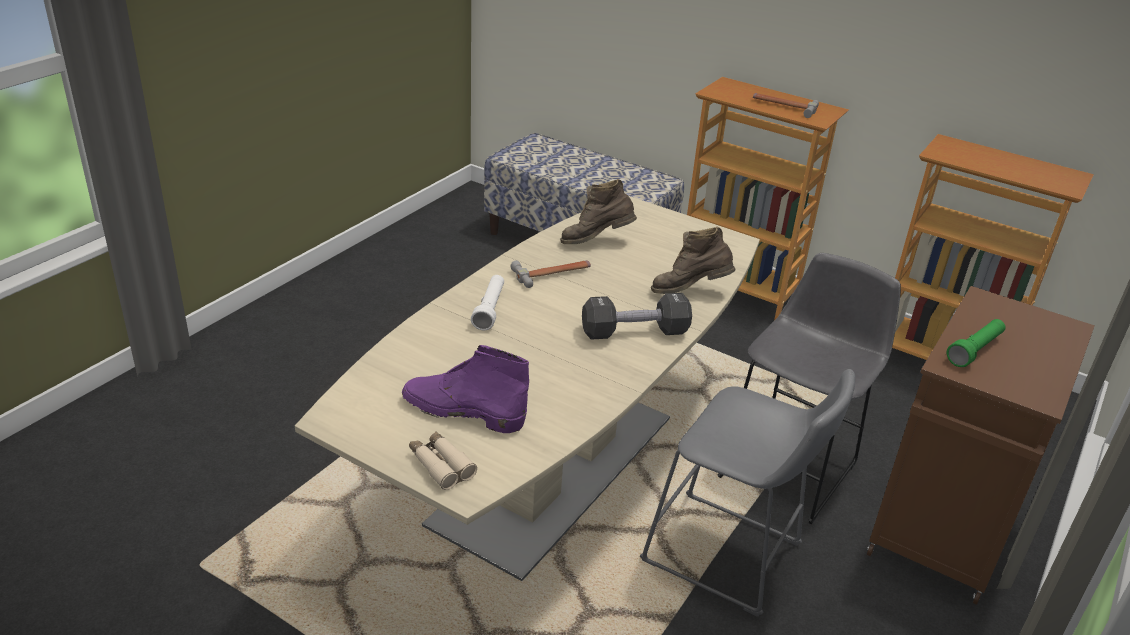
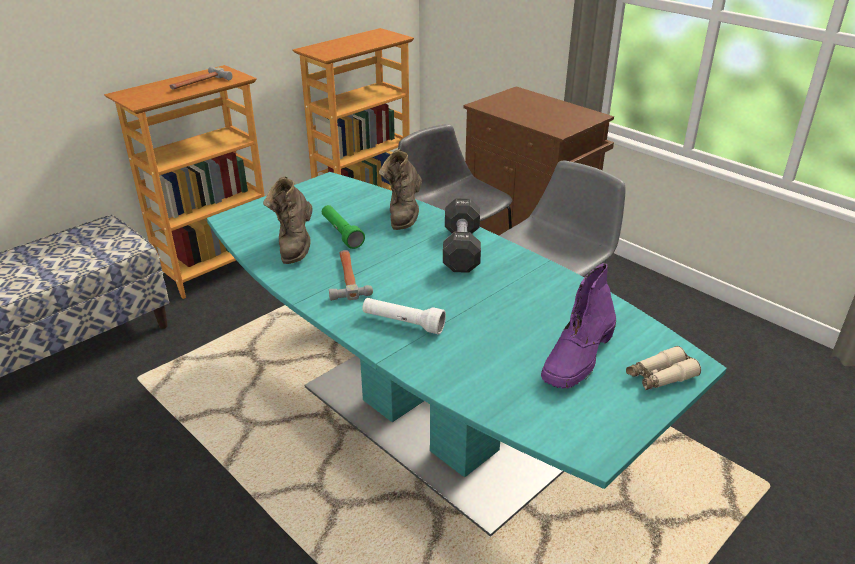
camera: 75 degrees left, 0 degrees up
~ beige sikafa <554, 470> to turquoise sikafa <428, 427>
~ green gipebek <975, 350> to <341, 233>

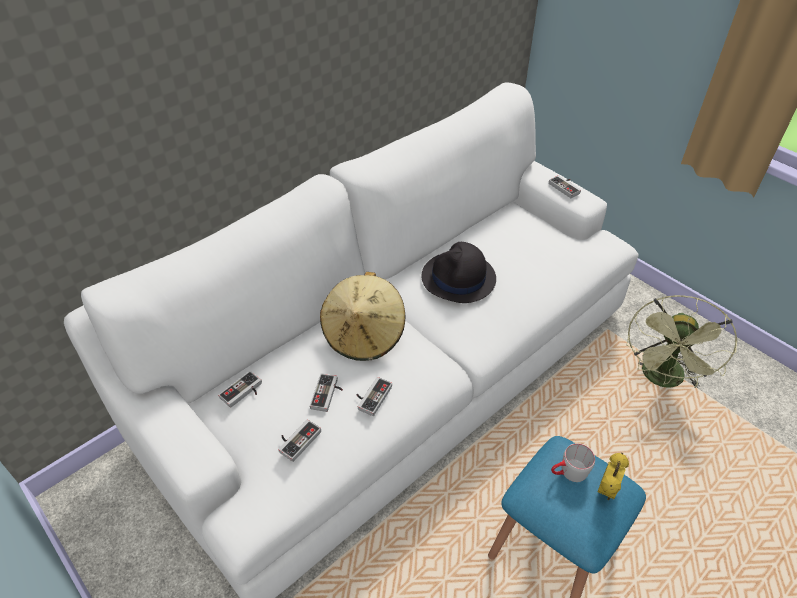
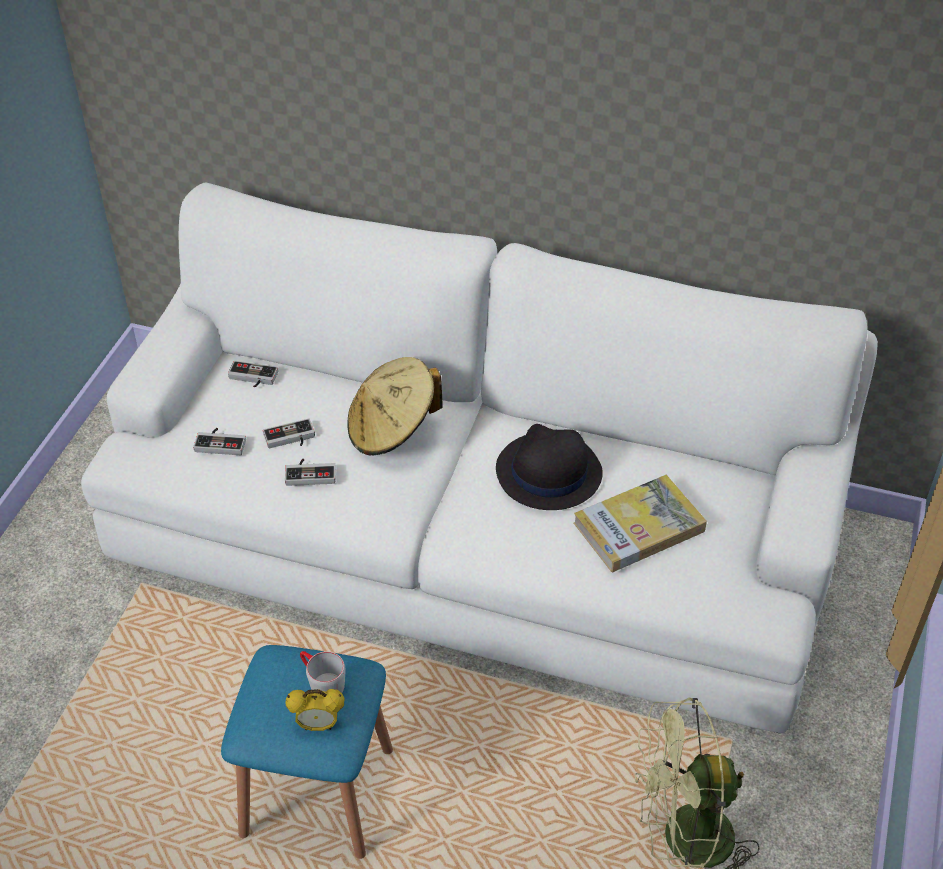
camera: 60 degrees right, 0 degrees up
- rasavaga <566, 187>
+ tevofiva <639, 527>

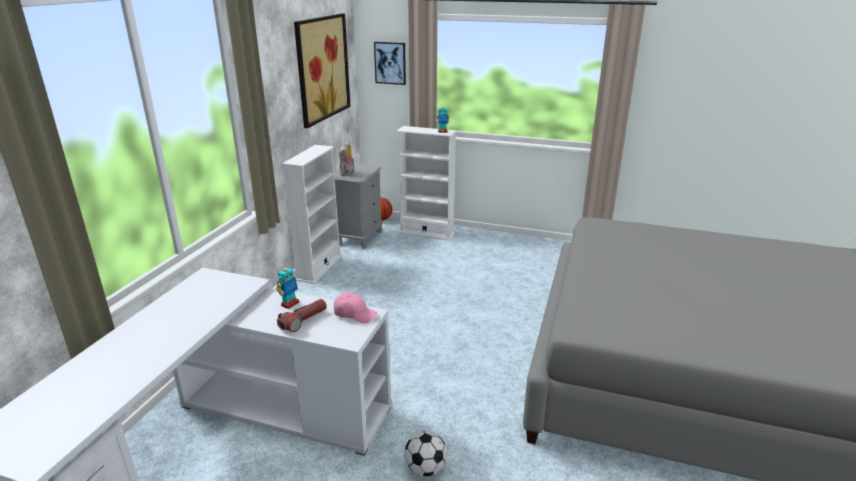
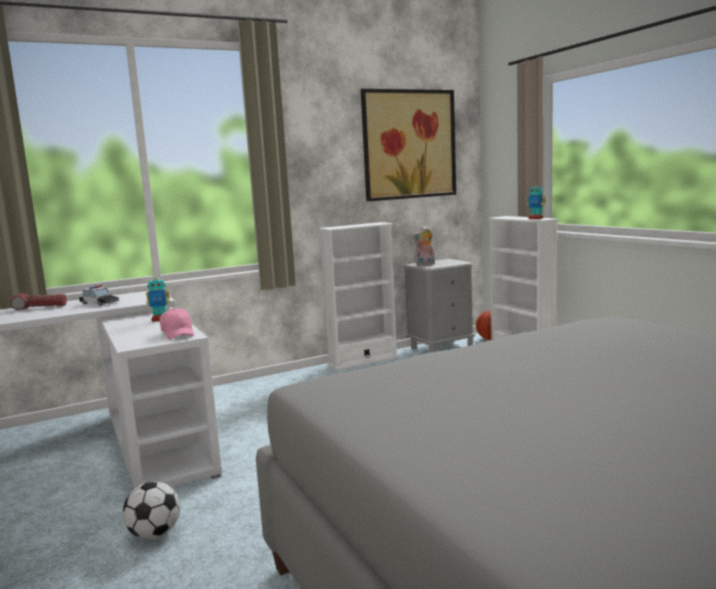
camera: 45 degrees right, 15 degrees down
- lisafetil <390, 63>
~ gipebek <303, 321> to <39, 308>
+ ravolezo <99, 303>

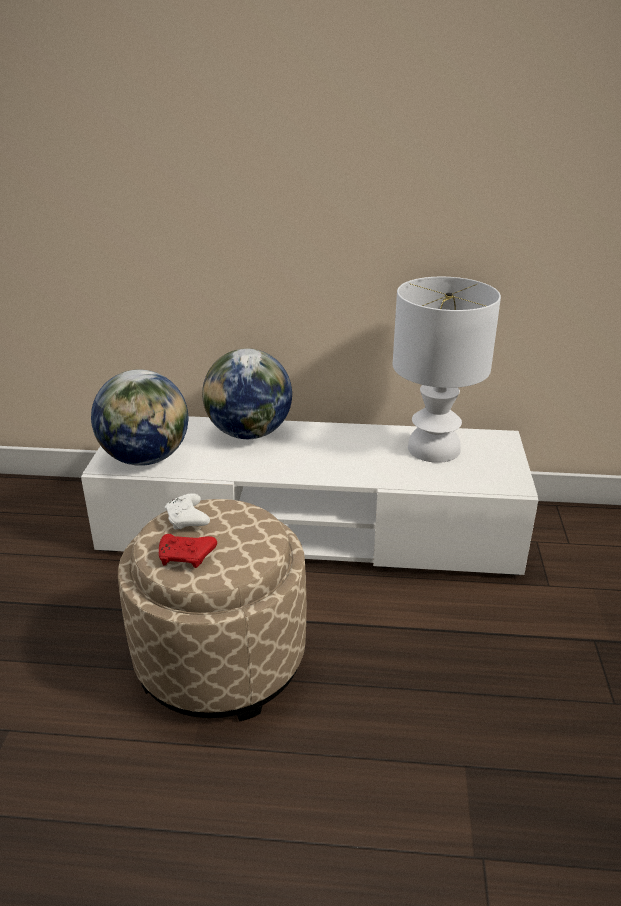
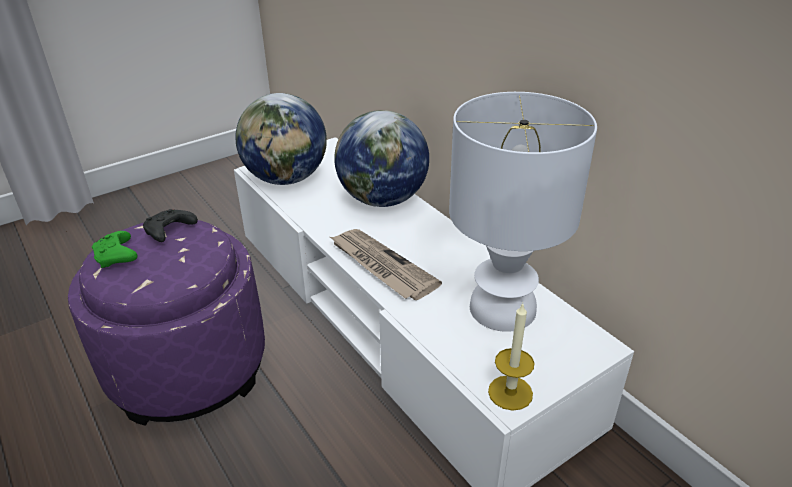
camera: 50 degrees right, 5 degrees up
~ white rasavaga <188, 520> to black rasavaga <169, 232>
~ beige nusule <220, 659> to purple nusule <188, 368>
~ red rasavaga <187, 557> to green rasavaga <117, 257>
+ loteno <381, 266>
+ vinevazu <510, 392>

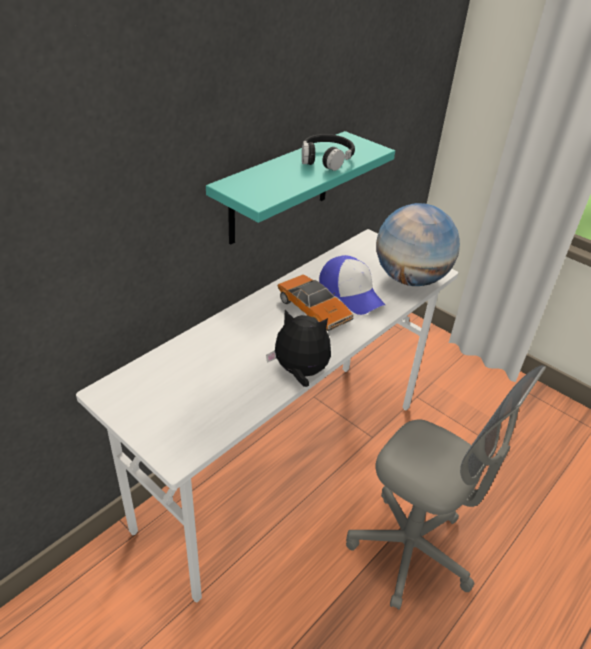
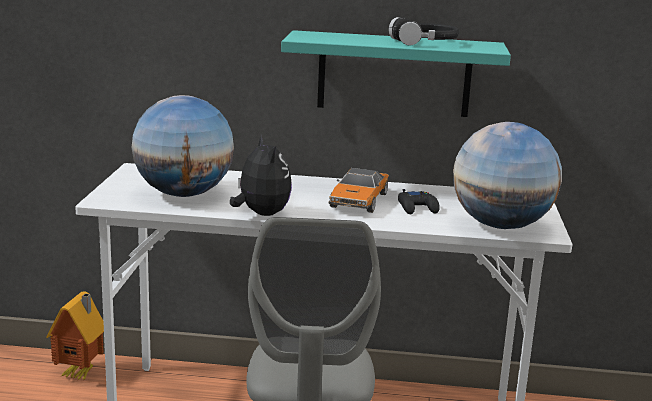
camera: 55 degrees right, 20 degrees down
~ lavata <351, 293> to black rasavaga <417, 208>
+ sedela <183, 194>
+ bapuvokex <81, 374>

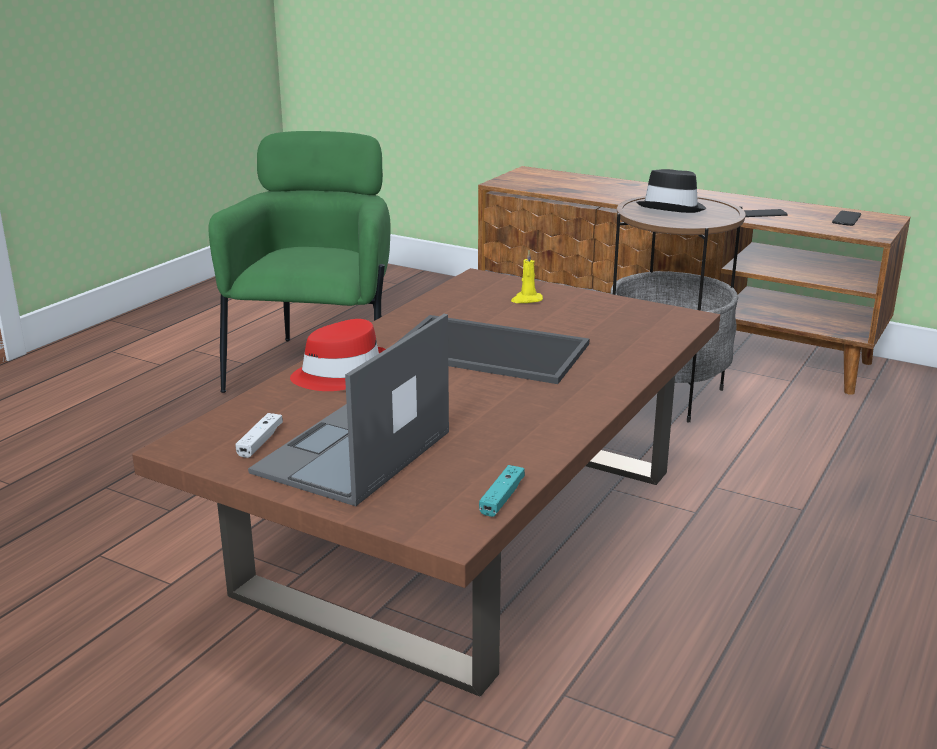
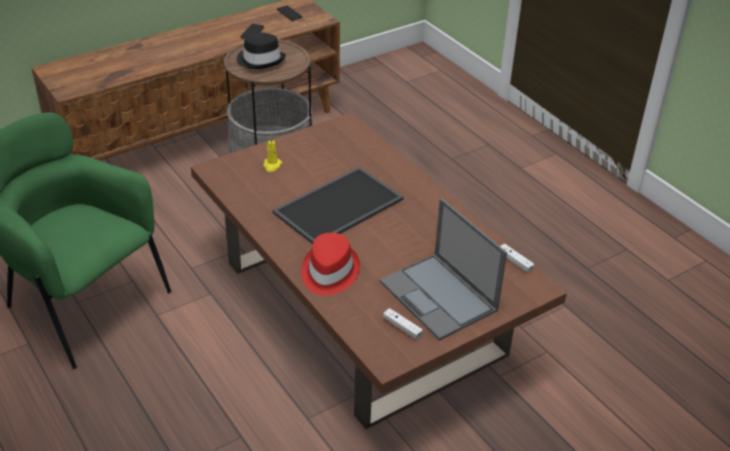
camera: 65 degrees left, 15 degrees up
~ turquoise rasavaga <502, 498> to white rasavaga <515, 261>

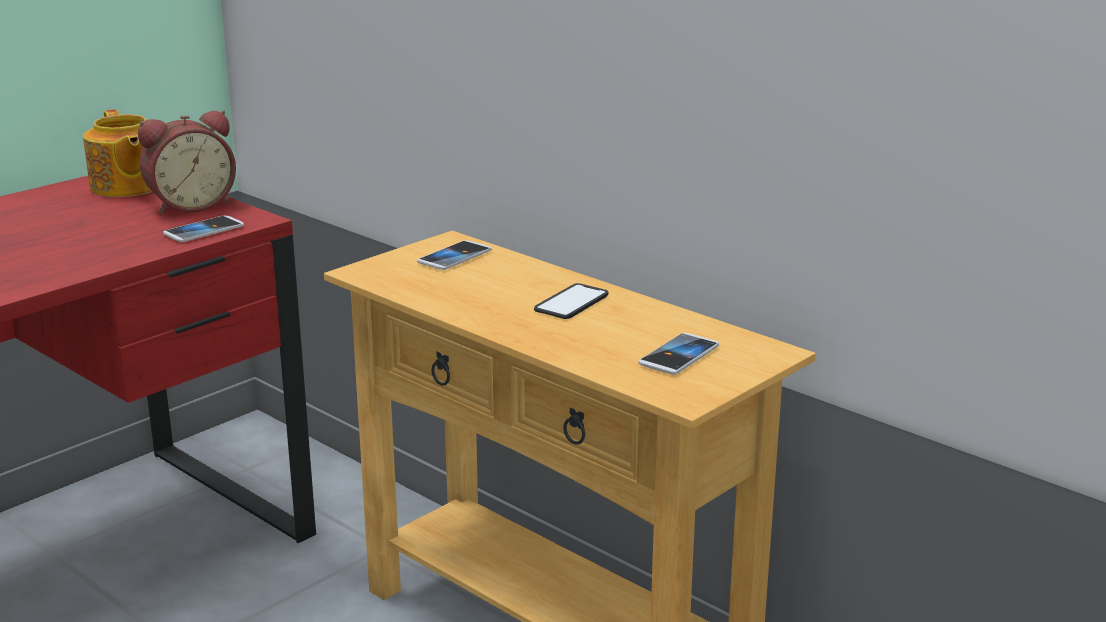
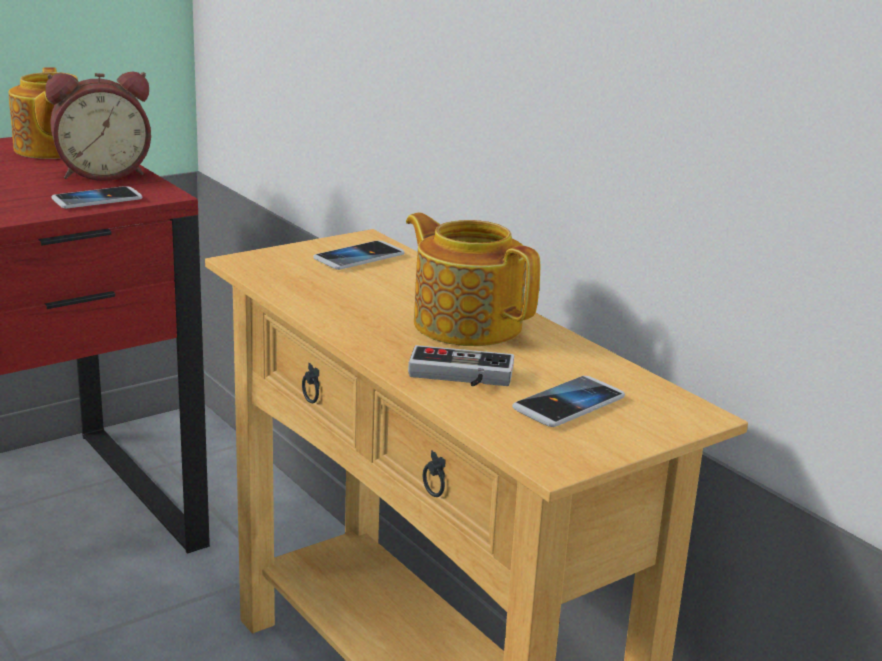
camera: 10 degrees right, 0 degrees up
~ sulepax <571, 303> to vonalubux <466, 323>
+ rasavaga <460, 377>

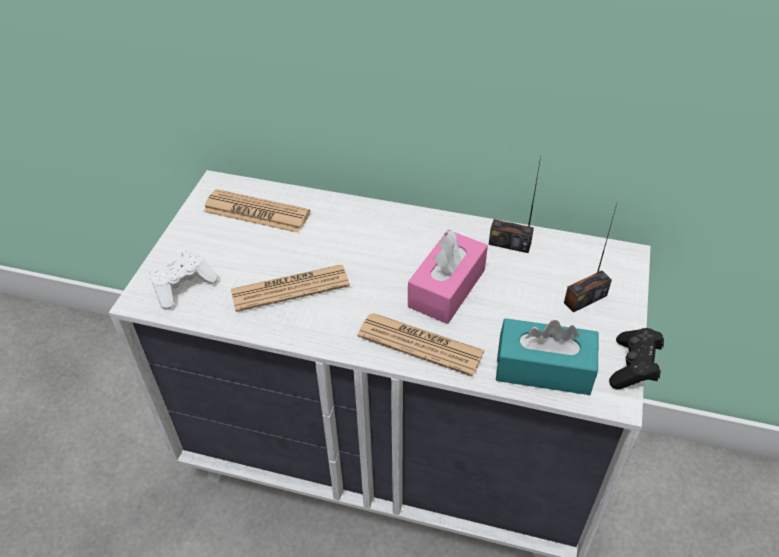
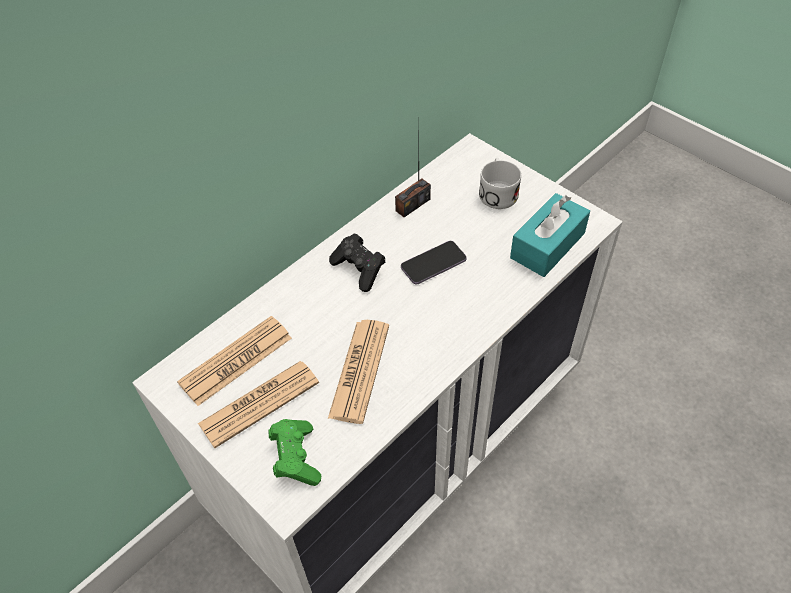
camera: 60 degrees left, 5 degrees up
~ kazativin <585, 299> to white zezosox <497, 192>
~ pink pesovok <447, 288> to sulepax <433, 264>
~ white rasavaga <183, 286> to green rasavaga <296, 458>
~ loteno <420, 344> to <259, 403>
~ black rasavaga <633, 367> to <359, 269>

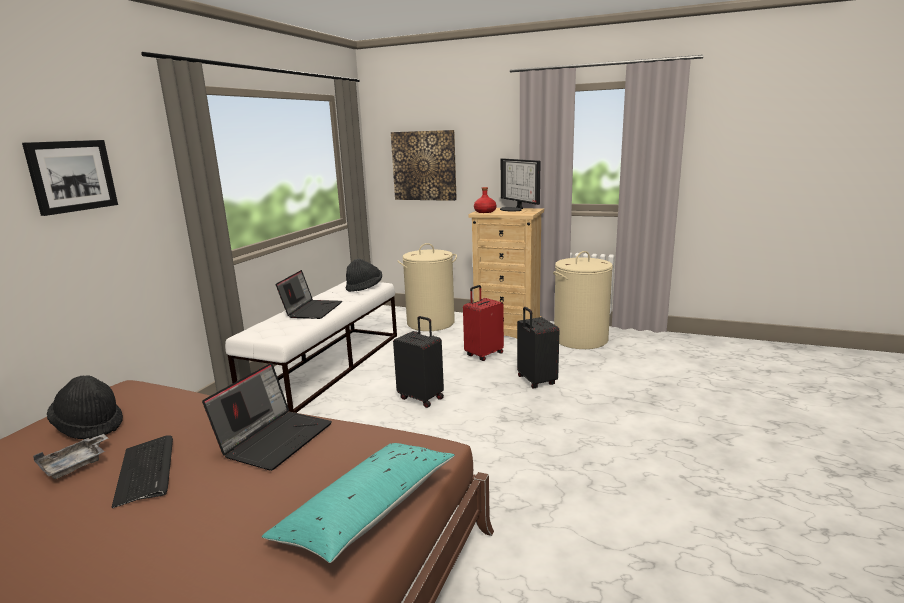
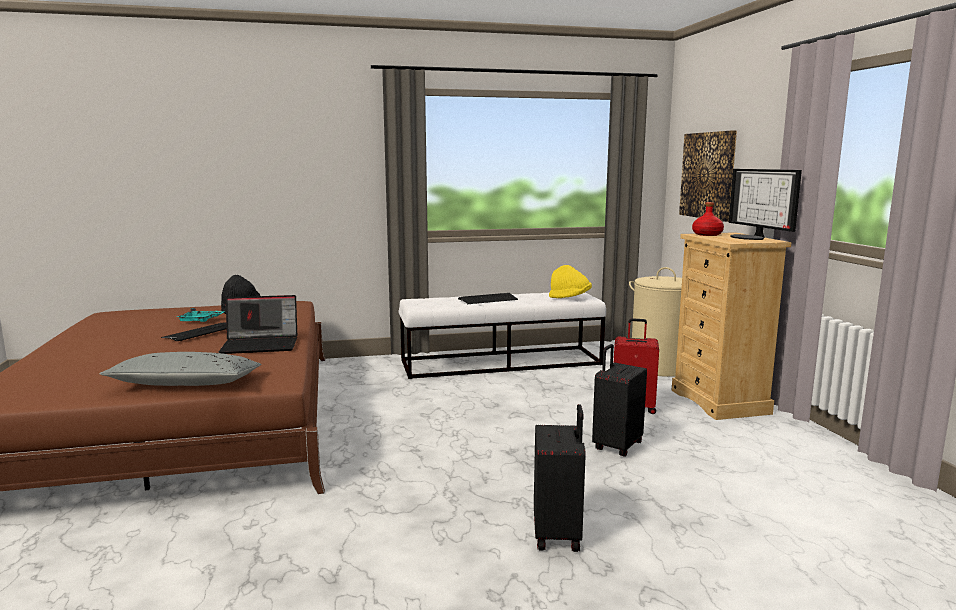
camera: 55 degrees right, 5 degrees down
- lisafetil <71, 176>
~ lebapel <513, 209> = <751, 237> 45 degrees counterclockwise
- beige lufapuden <580, 339>
~ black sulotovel <364, 287> to yellow sulotovel <570, 298>
~ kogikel <312, 310> to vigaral <488, 300>
~ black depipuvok <422, 398> to <558, 534>
~ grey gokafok <76, 464> to turquoise gokafok <200, 321>
~ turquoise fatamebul <367, 511> to grey fatamebul <186, 384>

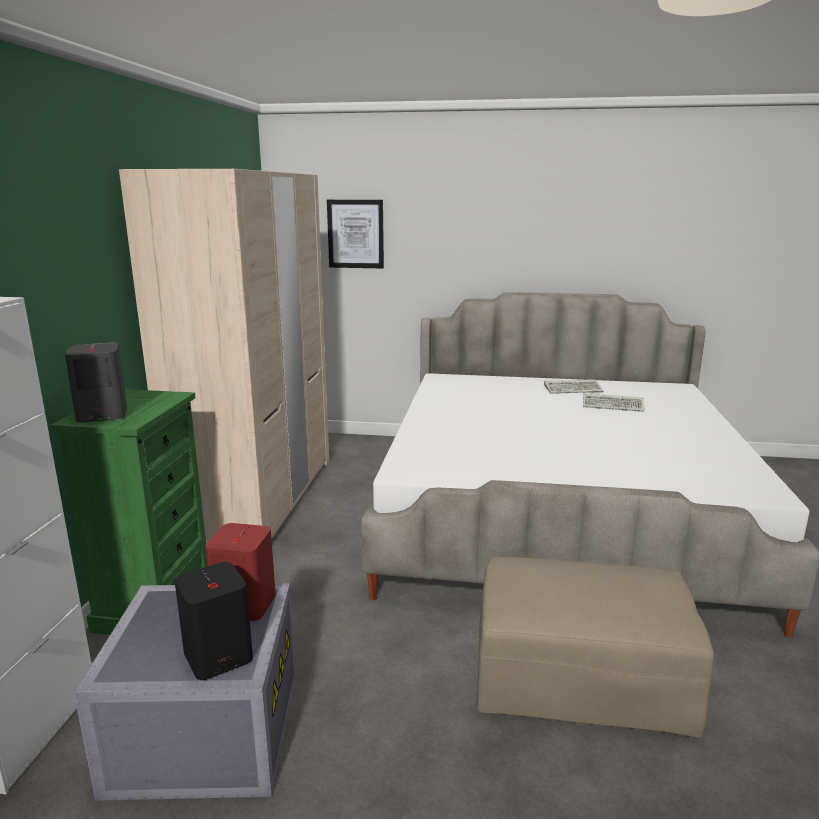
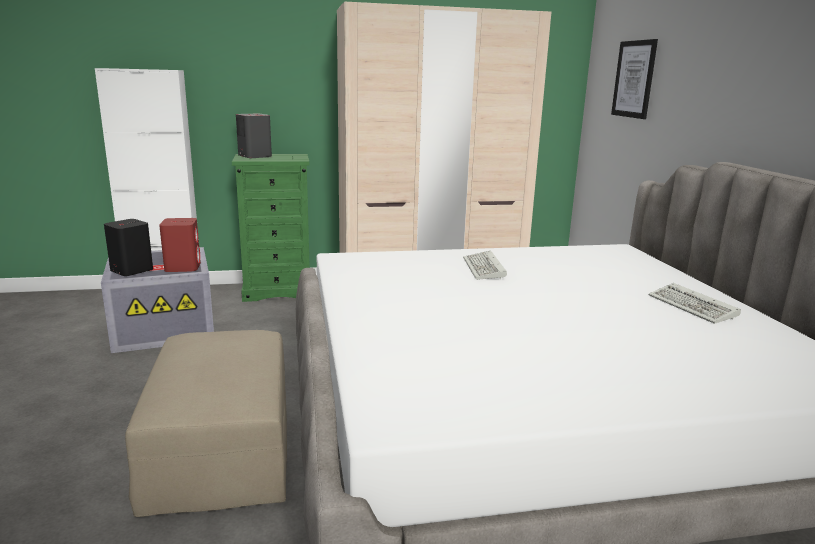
camera: 70 degrees right, 0 degrees up
~ vigaral <614, 405> to <485, 269>

